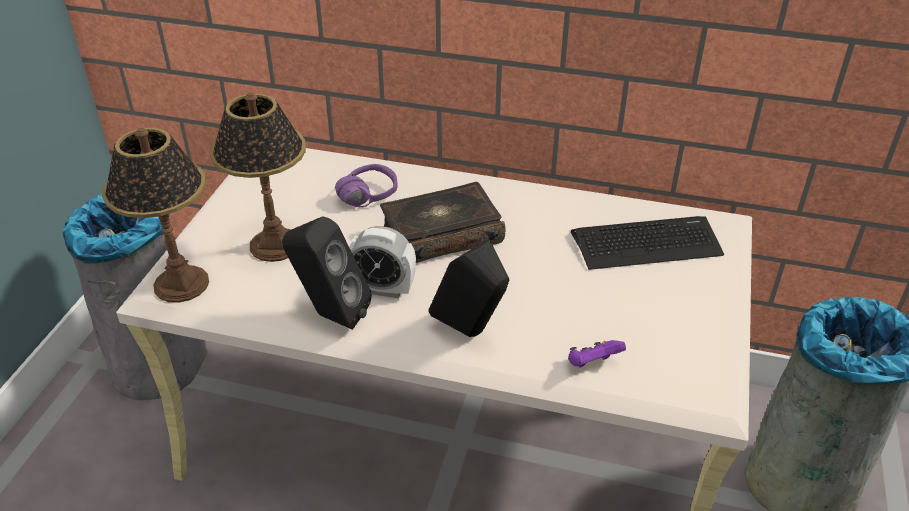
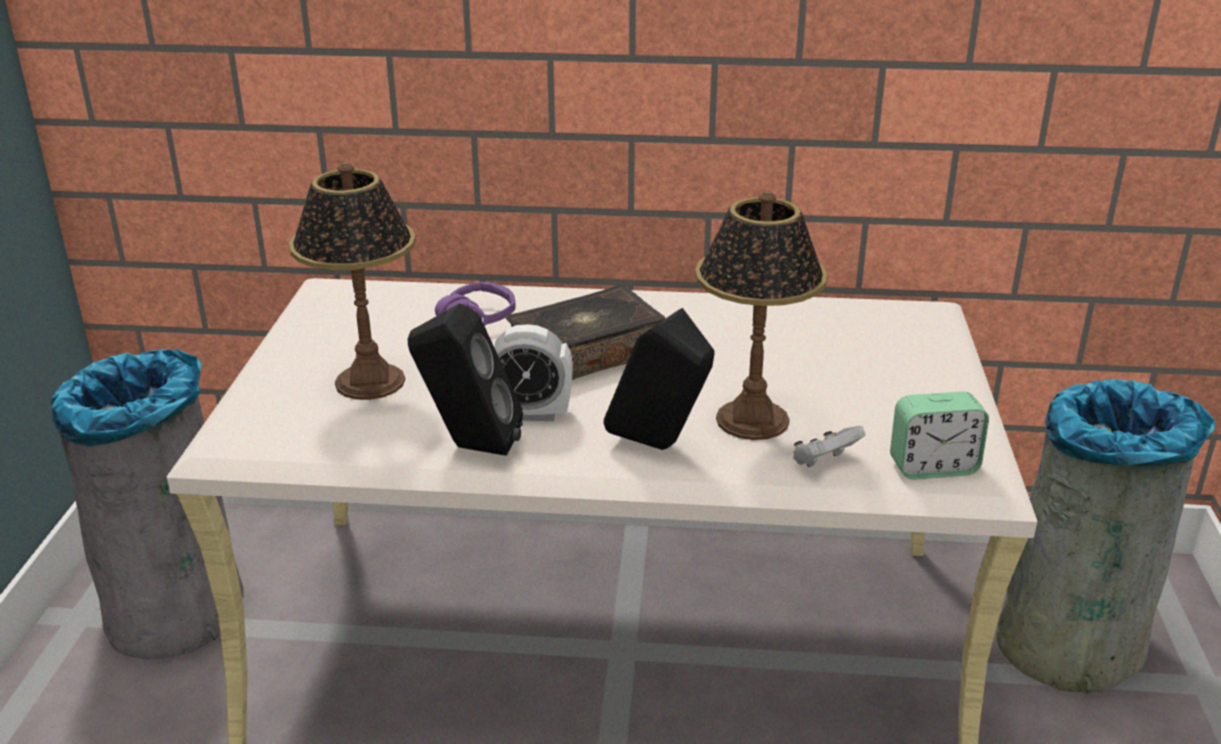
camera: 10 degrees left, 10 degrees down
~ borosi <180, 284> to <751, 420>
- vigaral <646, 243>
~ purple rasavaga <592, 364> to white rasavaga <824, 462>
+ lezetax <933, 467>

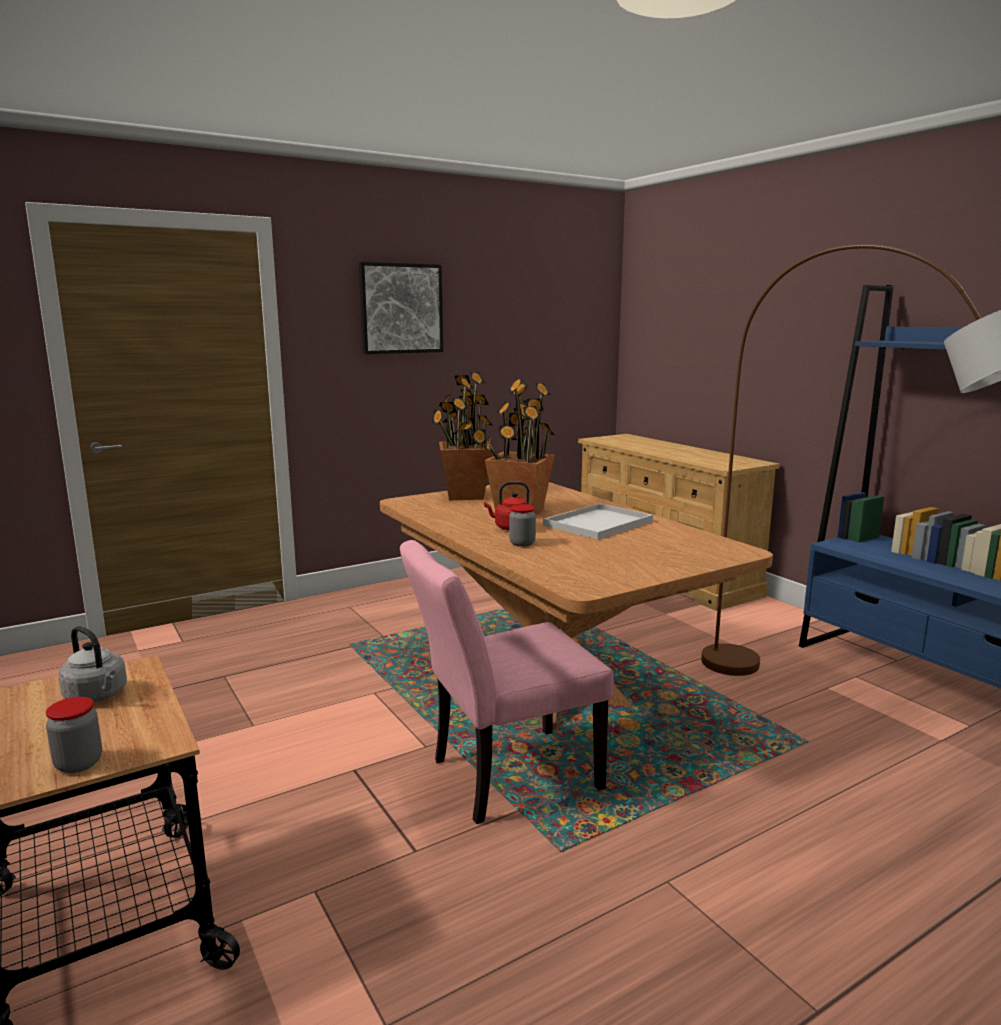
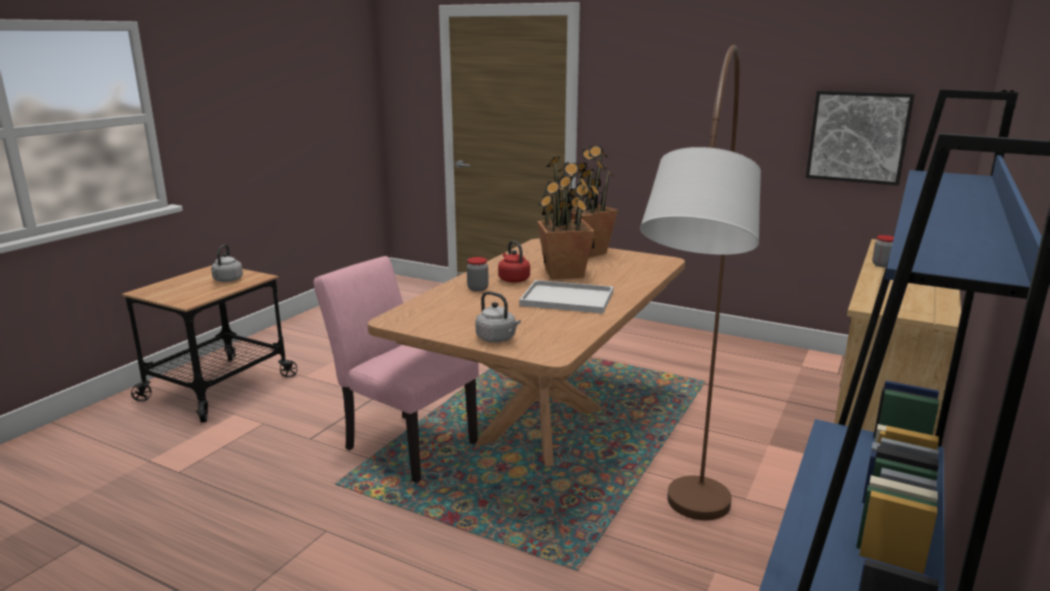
camera: 60 degrees right, 5 degrees up
~ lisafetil <401, 308> to <858, 137>
~ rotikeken <78, 763> to <882, 265>
+ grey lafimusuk <497, 339>

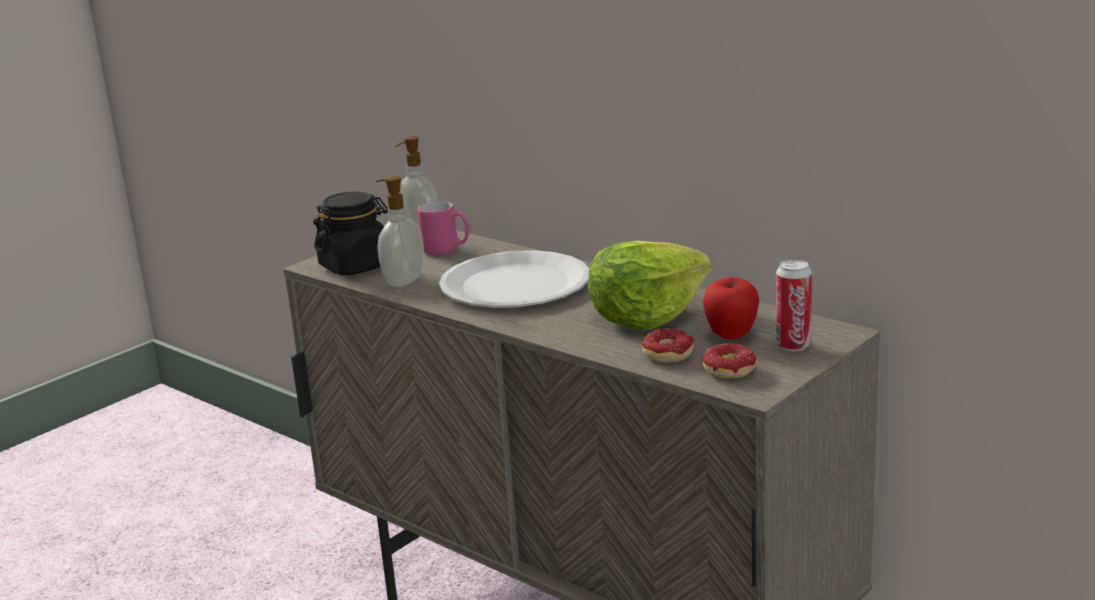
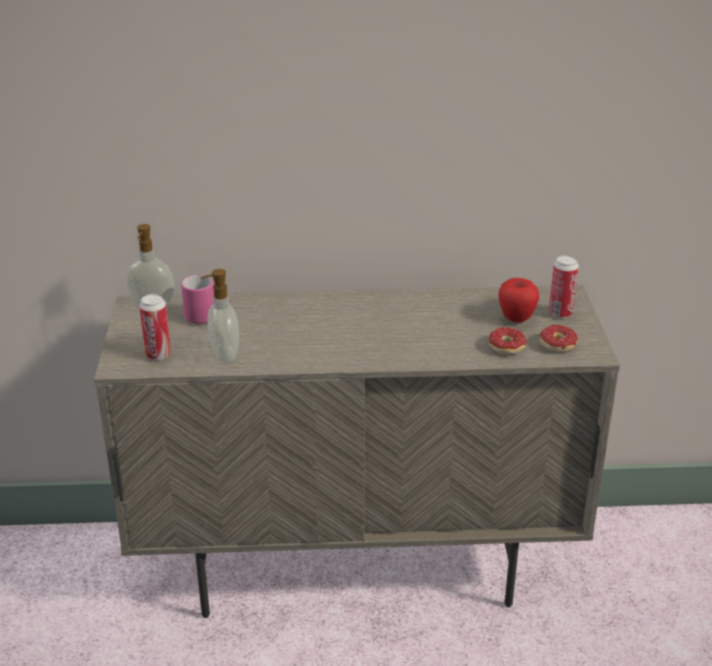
camera: 45 degrees left, 10 degrees up
~ black rotikeken <356, 266> to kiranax <158, 355>
- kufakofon <646, 315>
- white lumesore <515, 284>

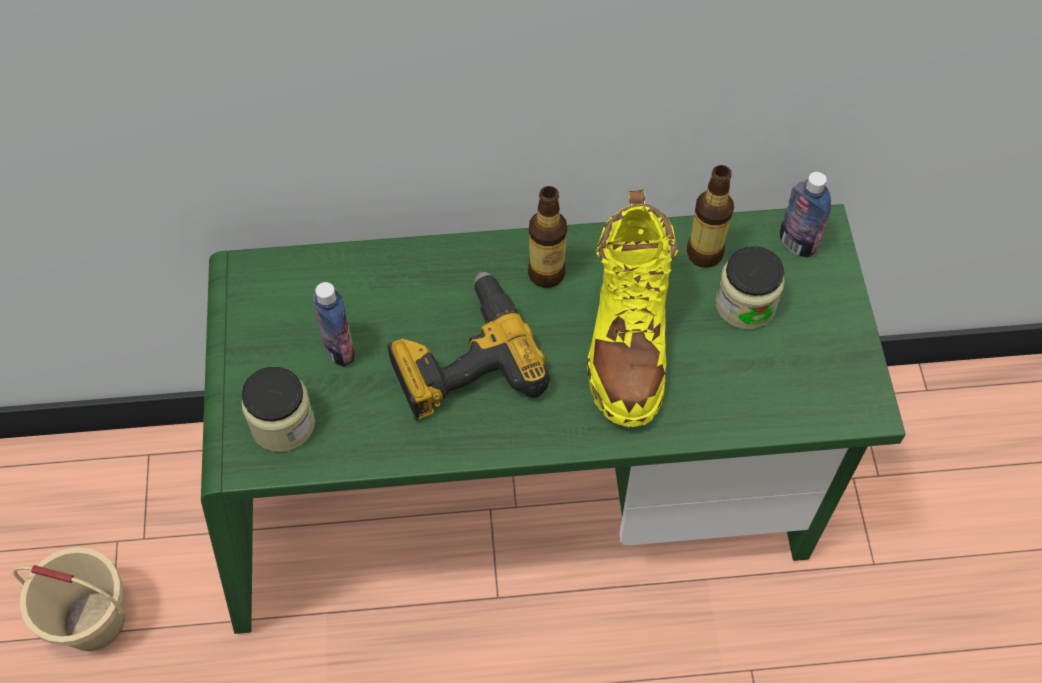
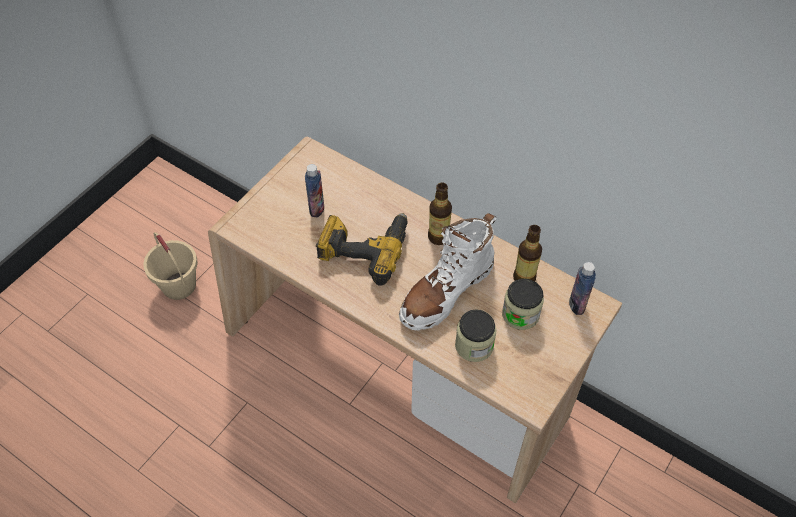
camera: 40 degrees right, 5 degrees down
~ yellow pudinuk <628, 341> to white pudinuk <446, 291>
~ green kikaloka <521, 505> to beige kikaloka <398, 371>
~ rotikeken <283, 424> to <474, 345>

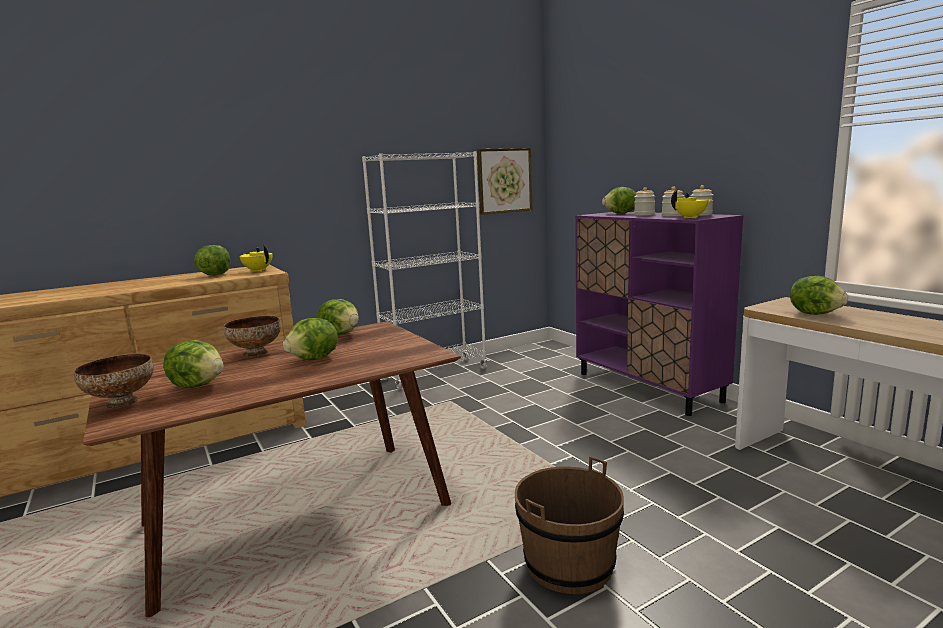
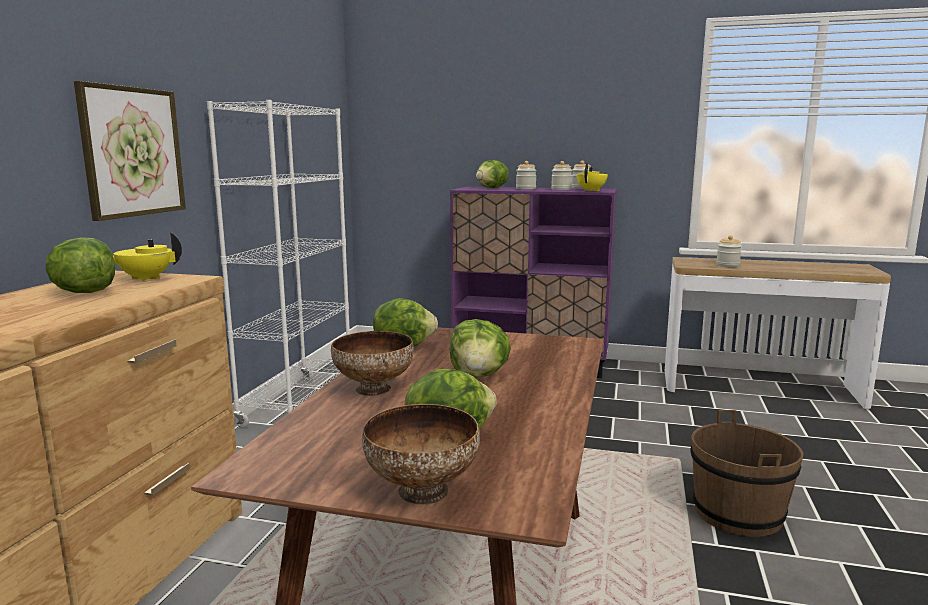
camera: 45 degrees left, 0 degrees up
~ lisafetil <504, 180> to <132, 152>
~ kufakofon <815, 314> to rotikeken <727, 265>

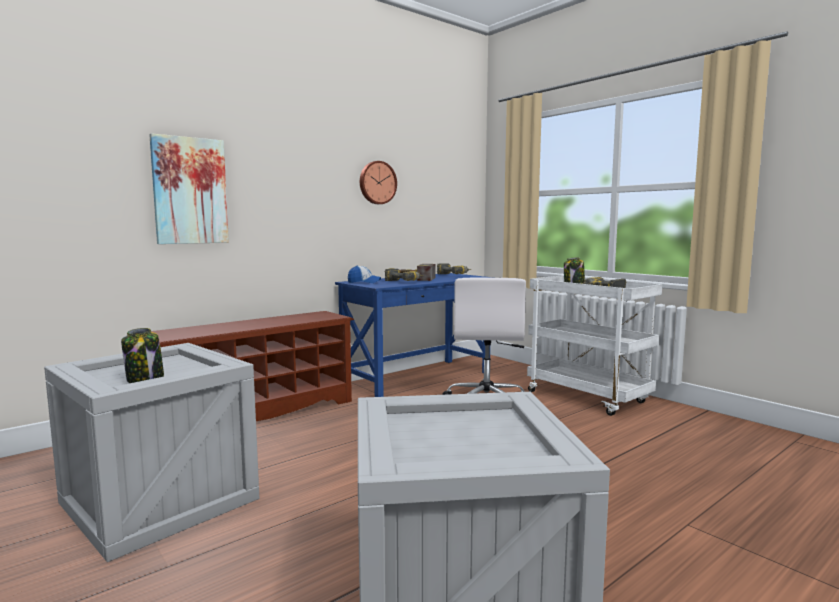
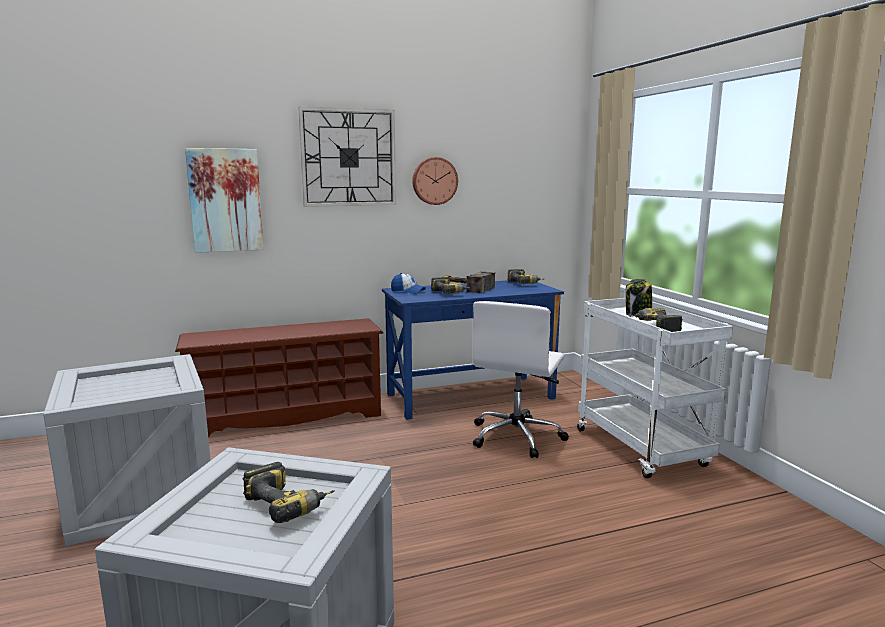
camera: 20 degrees right, 5 degrees up
- rotikeken <145, 379>
+ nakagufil <348, 157>
+ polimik <290, 504>

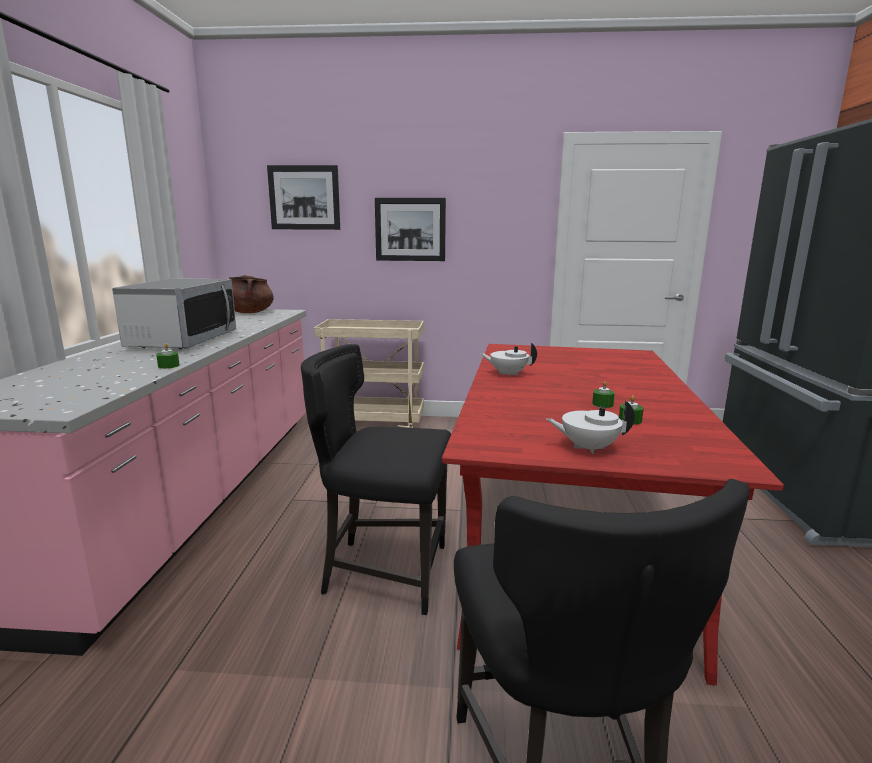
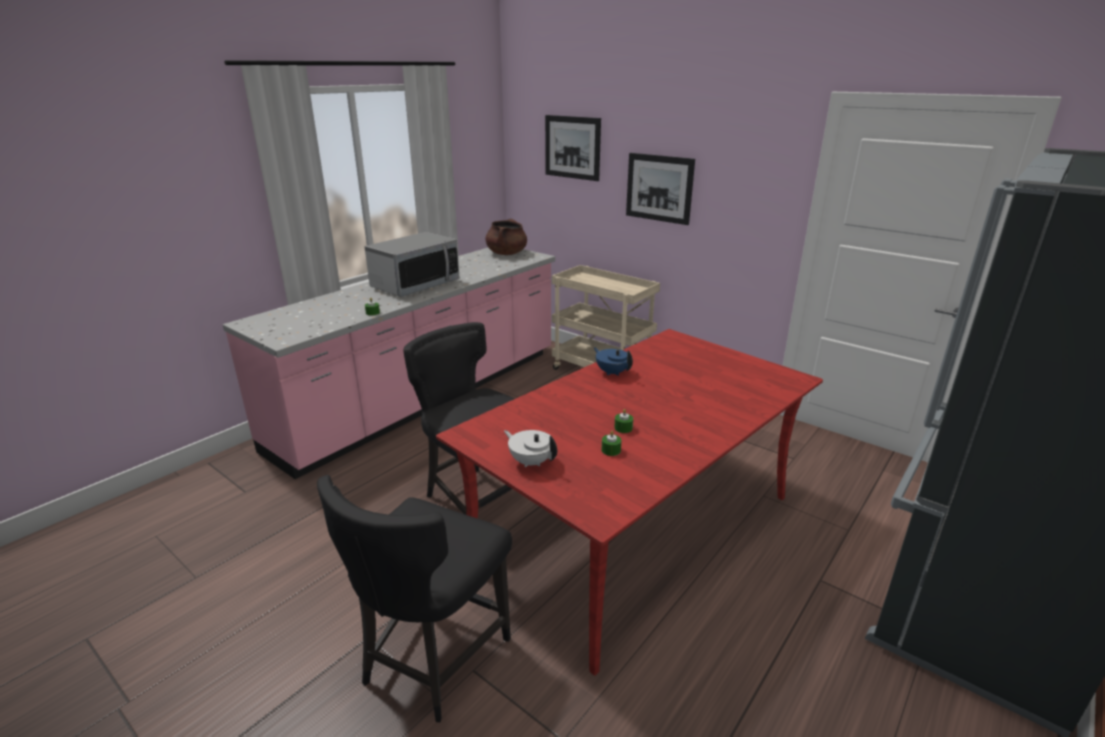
camera: 35 degrees right, 10 degrees up
~ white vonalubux <508, 374> to blue vonalubux <612, 372>

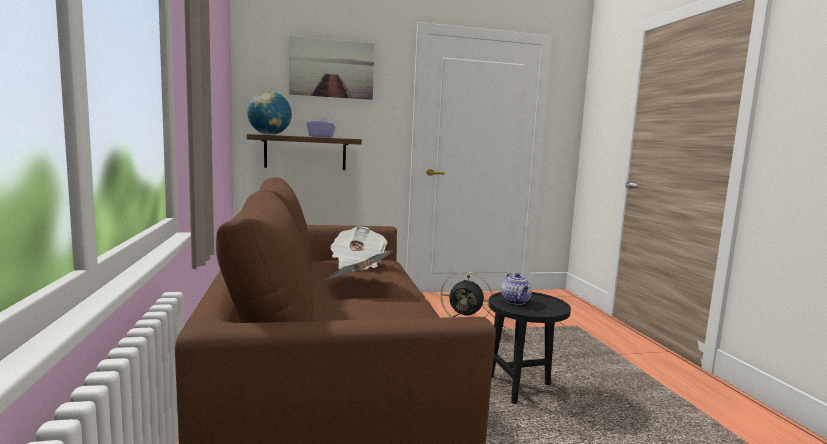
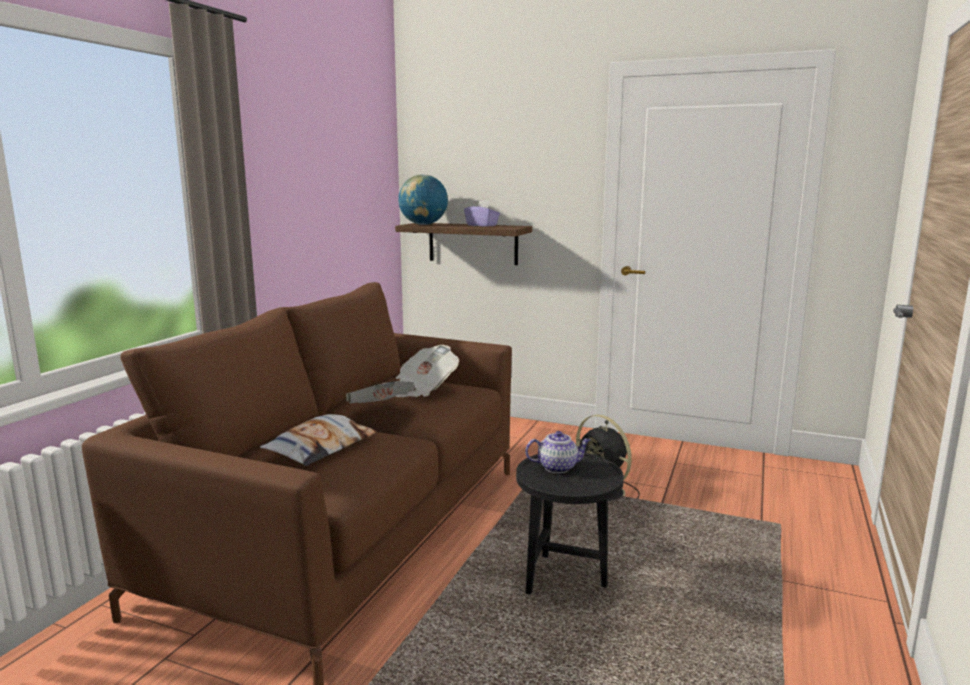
camera: 35 degrees right, 5 degrees up
- lisafetil <332, 68>
~ vonalubux <516, 301> = <558, 467> 120 degrees counterclockwise
+ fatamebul <321, 447>

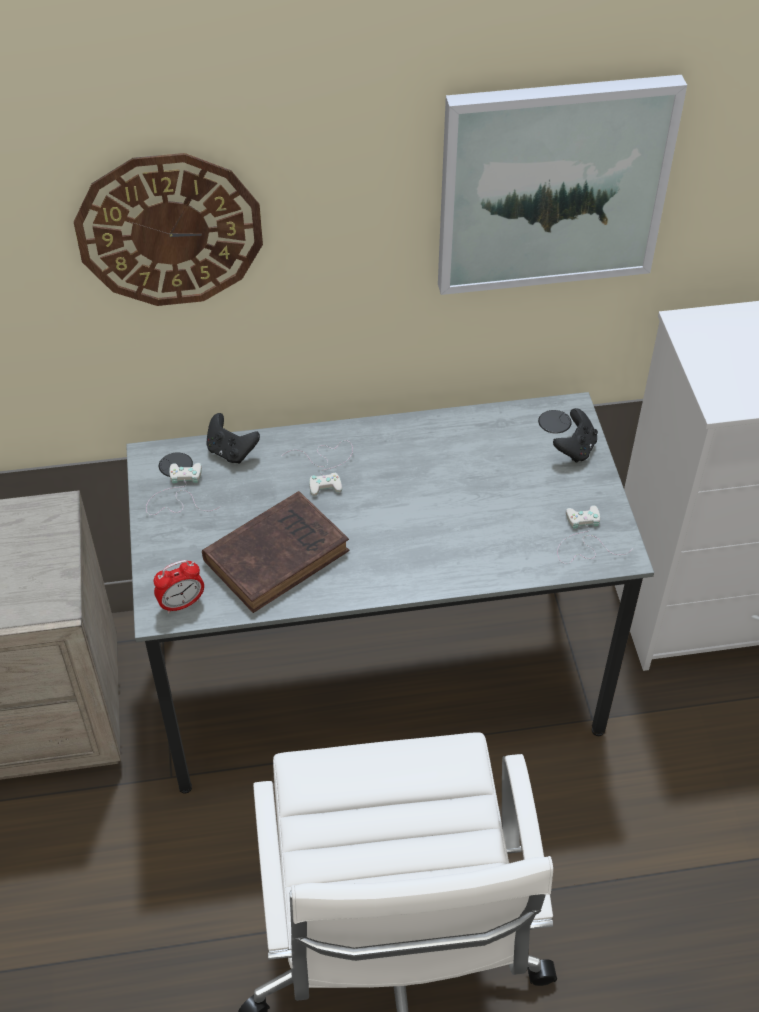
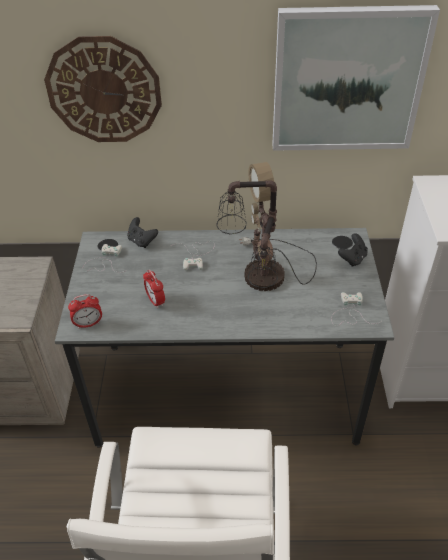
camera: 10 degrees right, 5 degrees down
~ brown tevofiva <279, 554> to lezetax <155, 301>
+ borosi <263, 279>

